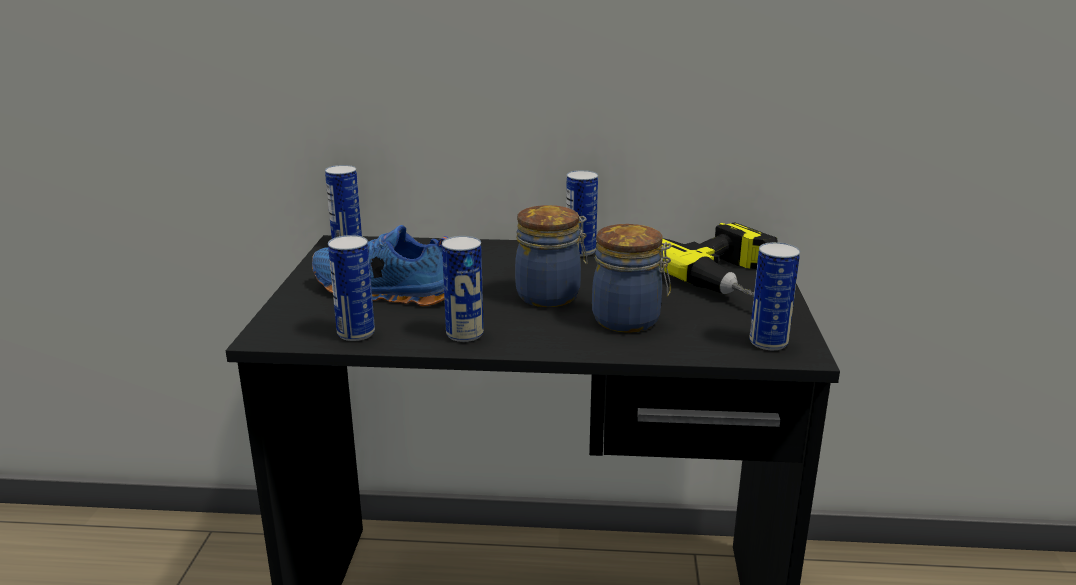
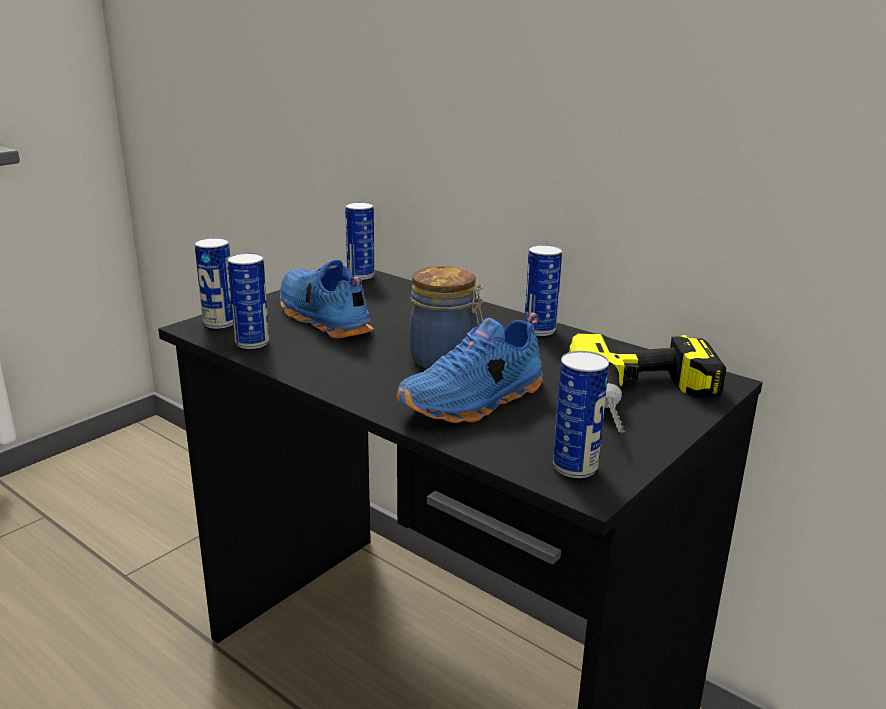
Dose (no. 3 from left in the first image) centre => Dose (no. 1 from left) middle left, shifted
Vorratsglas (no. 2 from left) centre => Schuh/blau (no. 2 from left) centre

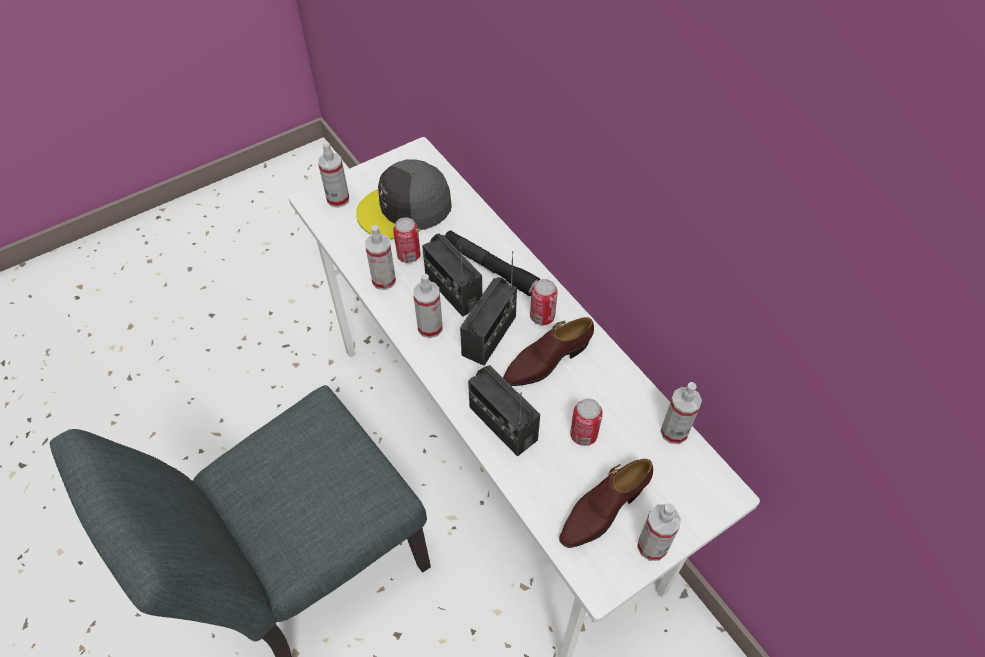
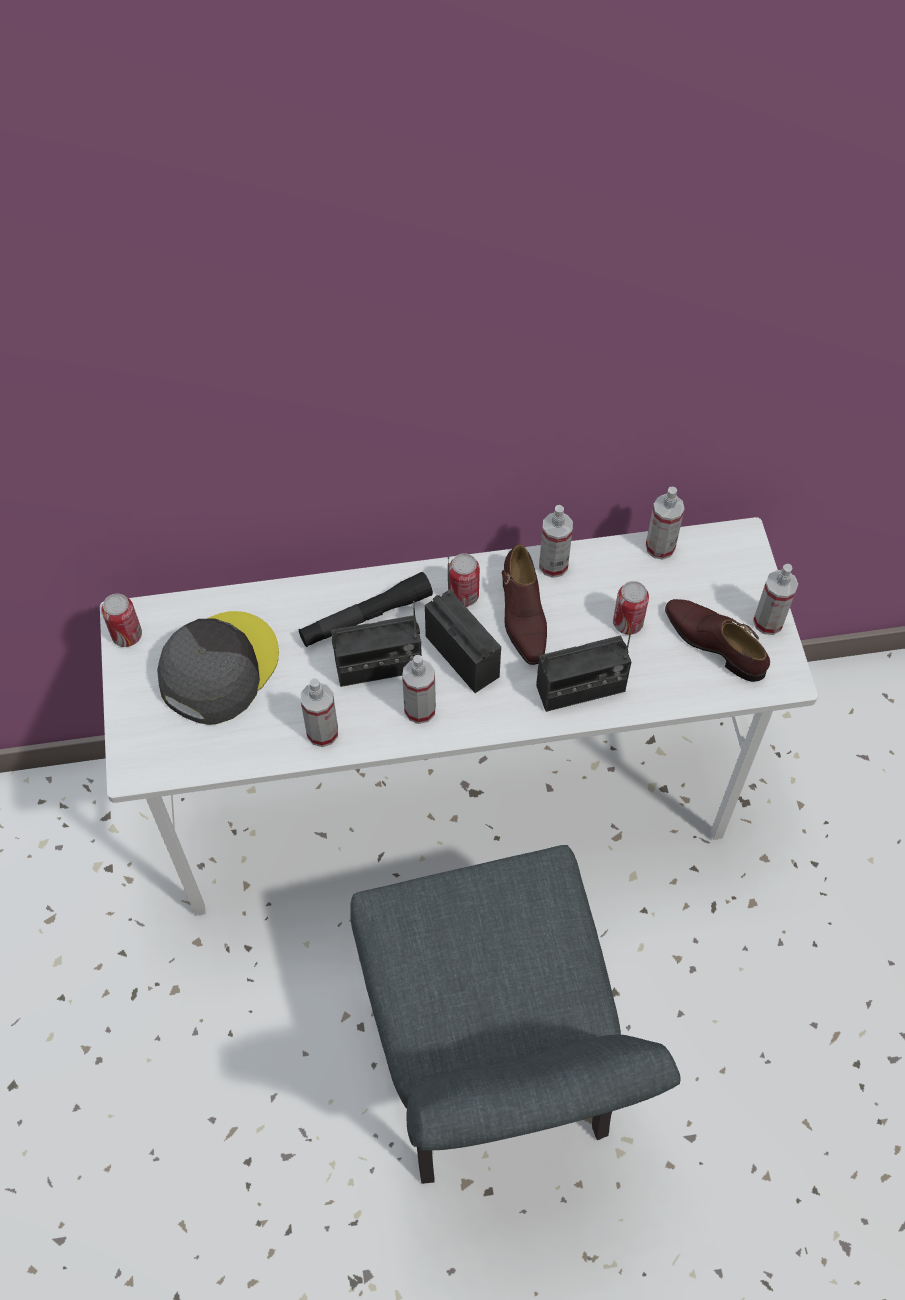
Sprühflasche (no. 1 from left in the first image) top centre => Sprühflasche (no. 3 from left) centre, shifted
Dose (no. 1 from left) centre => Dose (no. 1 from left) middle left, shifted
Kappe/grau top centre => Kappe/grau middle left, 150 degrees counterclockwise
Schuh/braun (no. 2 from left) bottom centre => Schuh/braun (no. 2 from left) middle right, 150 degrees clockwise

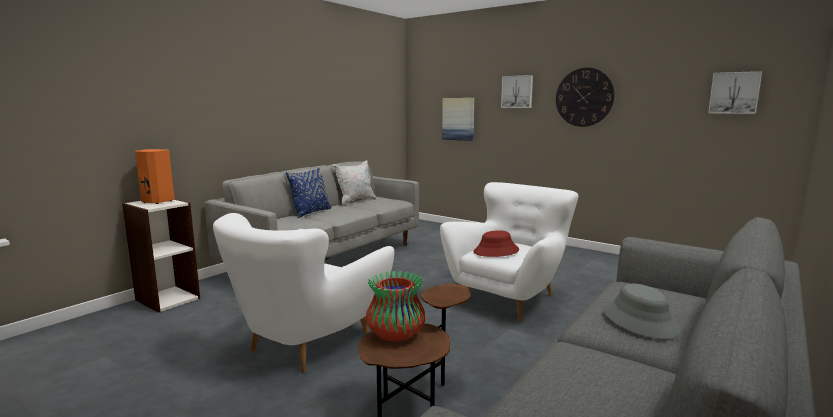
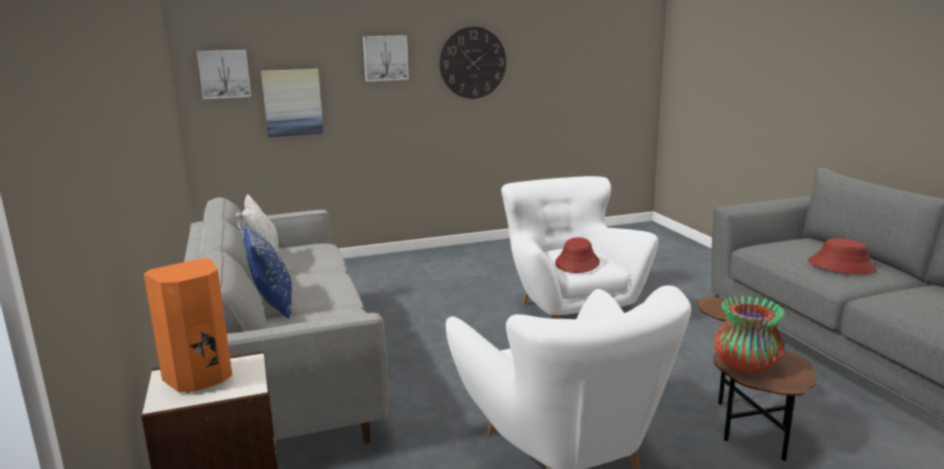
Bild (no. 3 from left in the first image) top right => Bild (no. 1 from left) top left, shifted
Hut/grau bottom right => Hut/rot (no. 2 from left) middle right

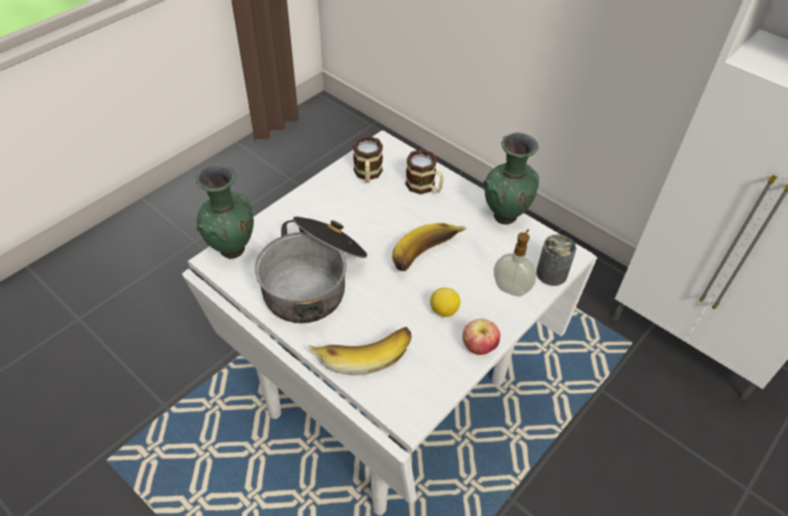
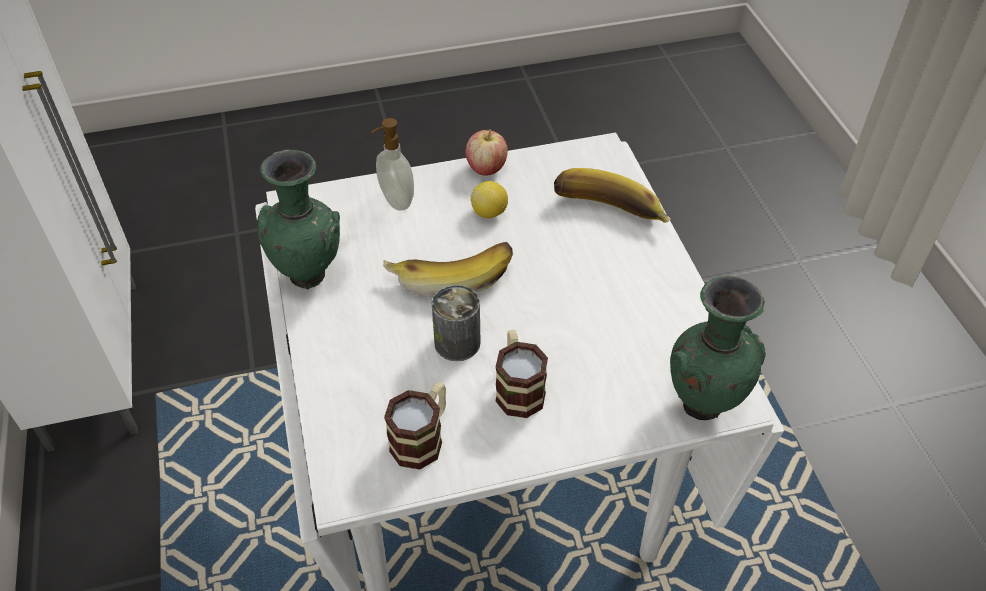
Kochtopf centre => nothing
Henkelbecher (no. 2 from left) top centre => Henkelbecher (no. 2 from left) centre, shifted
Dose middle right => Dose centre, shifted

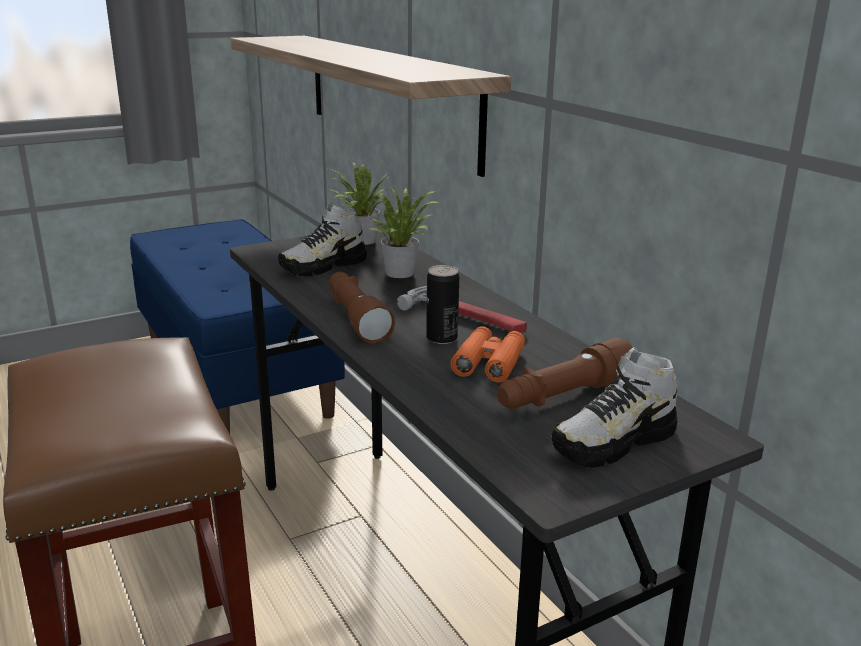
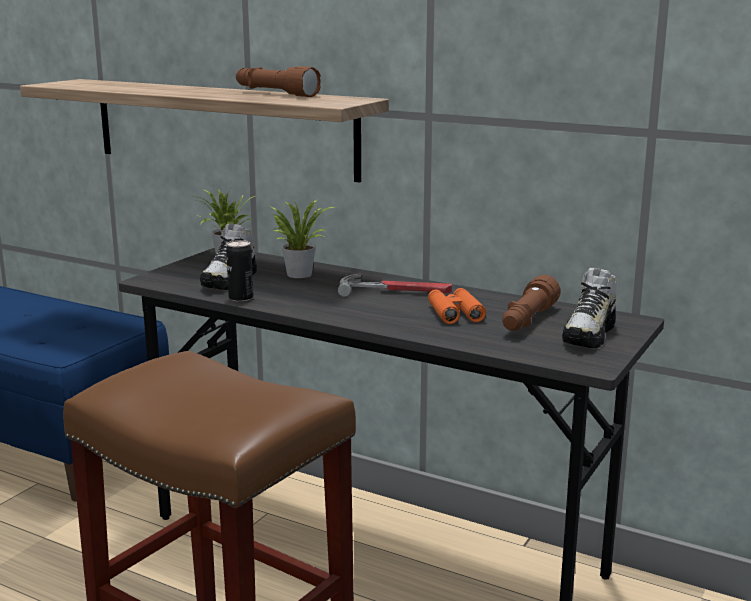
Taschenlampe/braun (no. 1 from left) centre => Taschenlampe/braun (no. 1 from left) top centre, shifted
Dose centre => Dose middle left, shifted

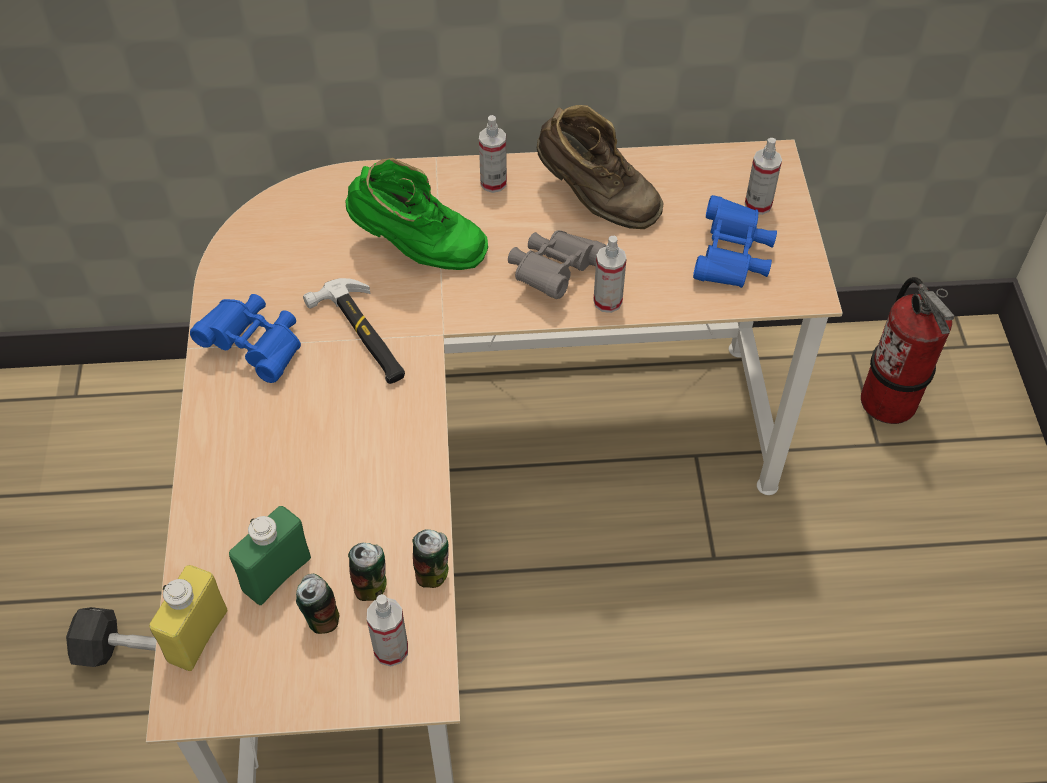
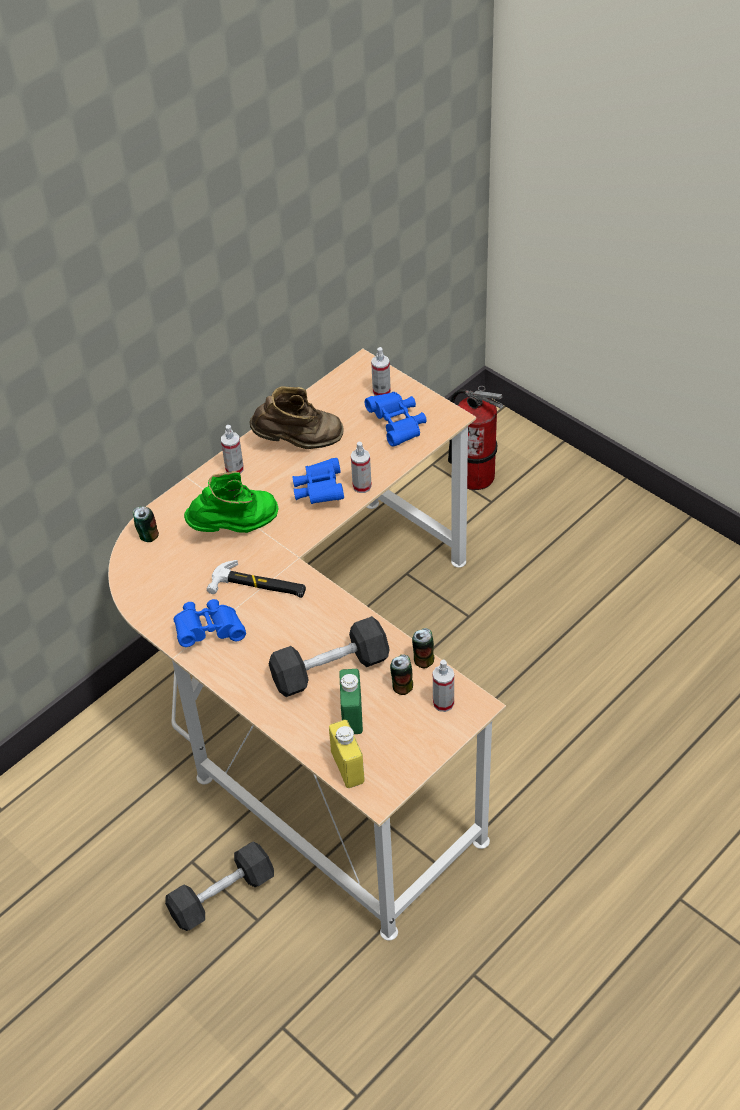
nothing => Hantel/schwarz (no. 2 from left) centre
Dose (no. 1 from left) bottom left => Dose (no. 1 from left) middle left, shifted
Fernglas/grau centre => Fernglas/blau (no. 2 from left) centre

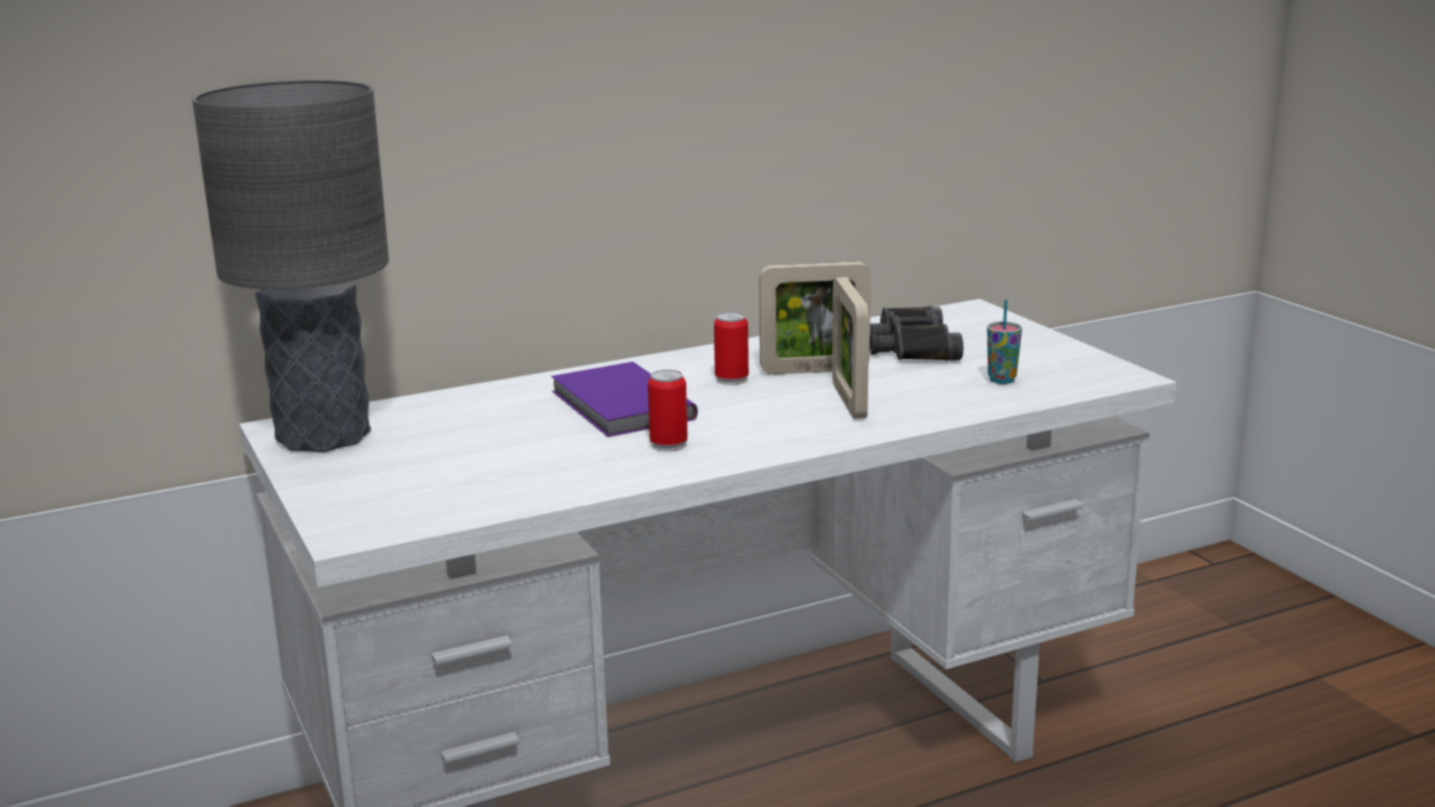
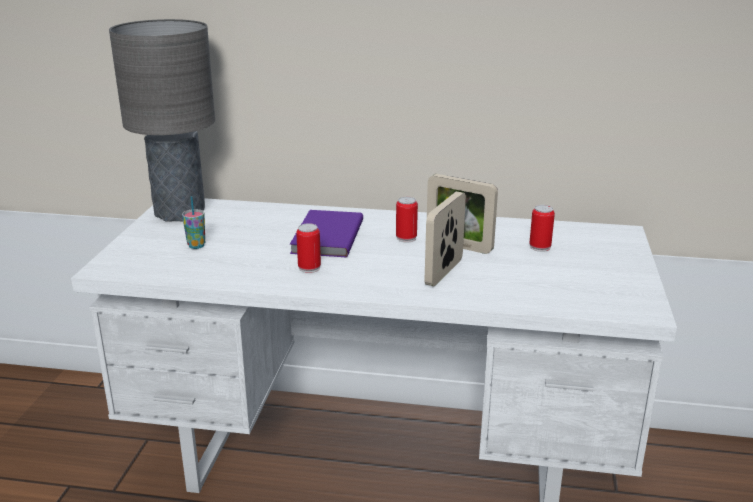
Tasse middle right => Tasse middle left, shifted
Fernglas/schwarz centre => Dose (no. 3 from left) middle right

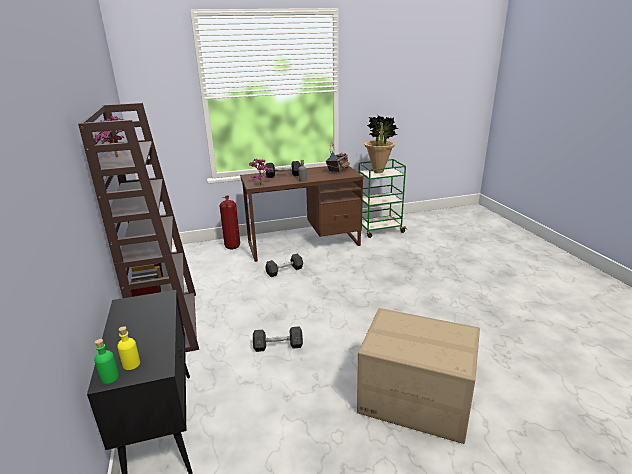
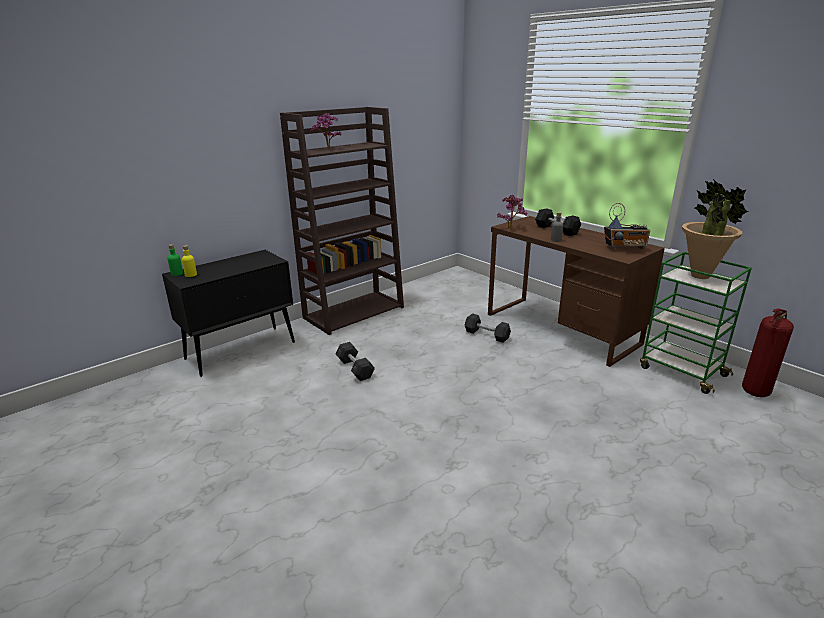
Karton bottom centre => nothing
Feuerlöscher centre => Feuerlöscher middle right, shifted

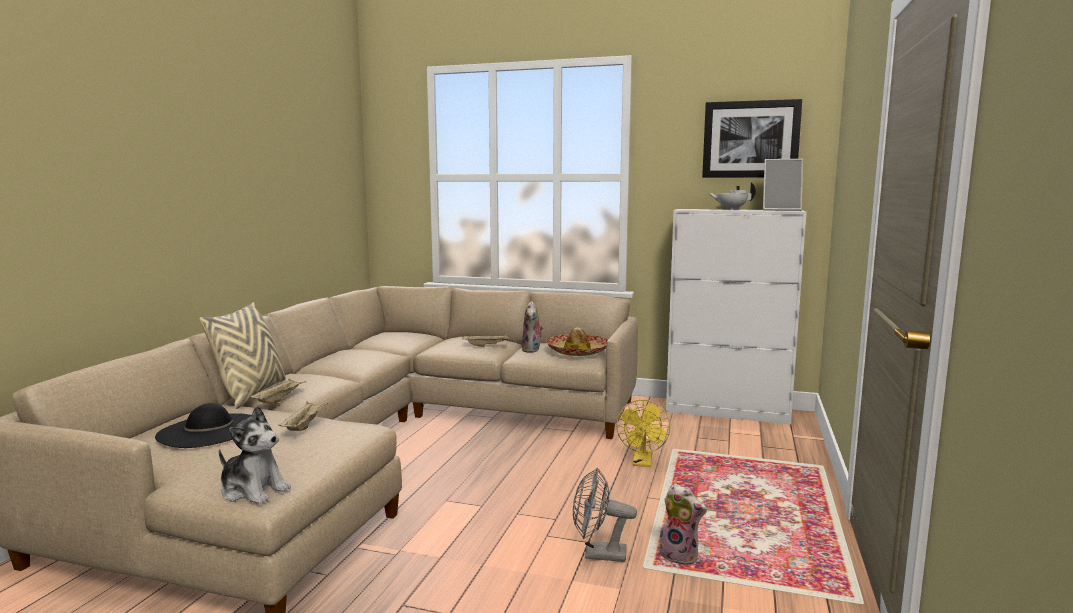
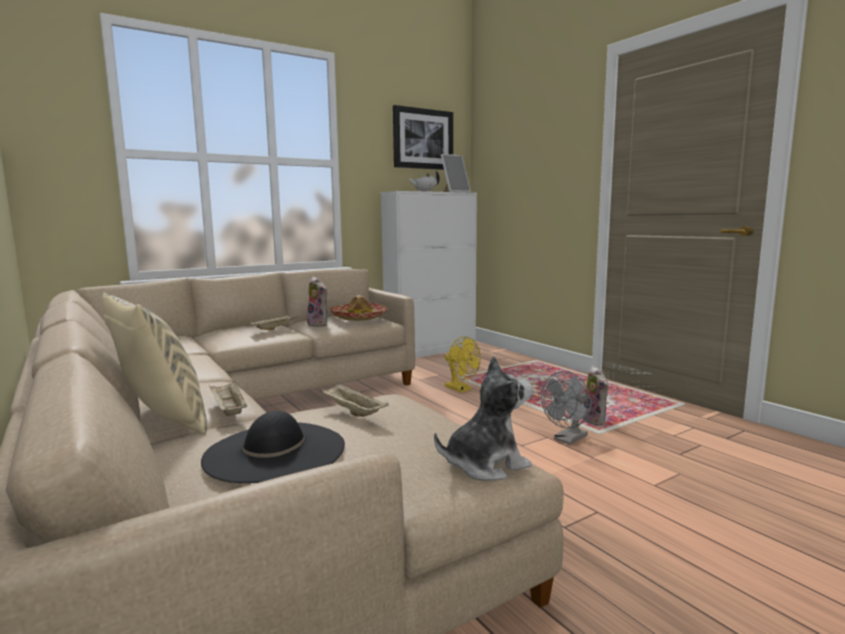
Plüschtier (no. 3 from left) bottom centre => Plüschtier (no. 3 from left) middle right, 90 degrees clockwise

